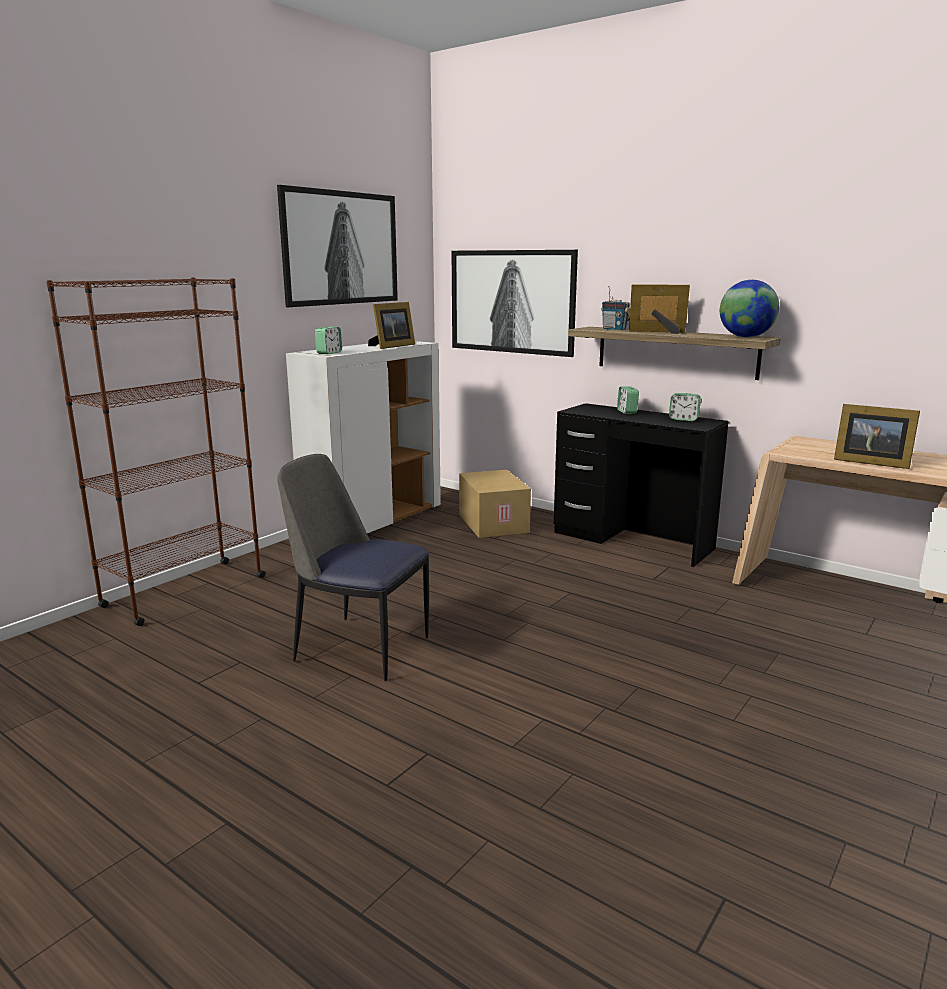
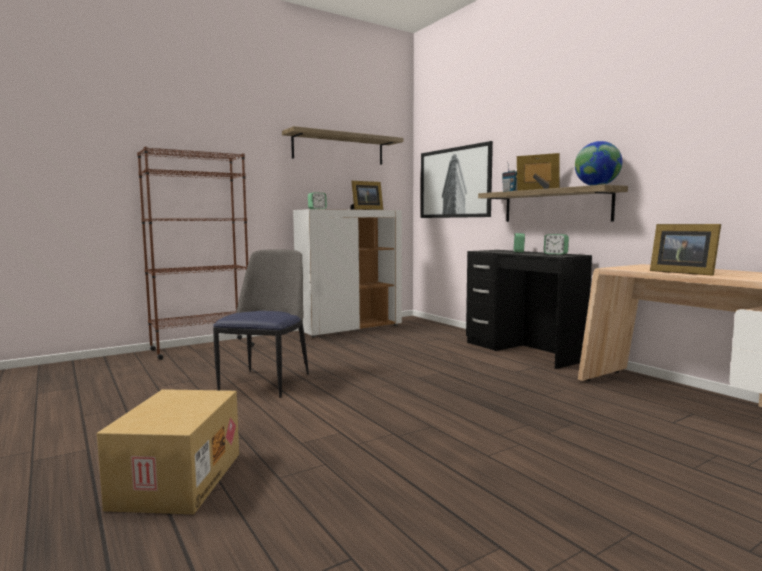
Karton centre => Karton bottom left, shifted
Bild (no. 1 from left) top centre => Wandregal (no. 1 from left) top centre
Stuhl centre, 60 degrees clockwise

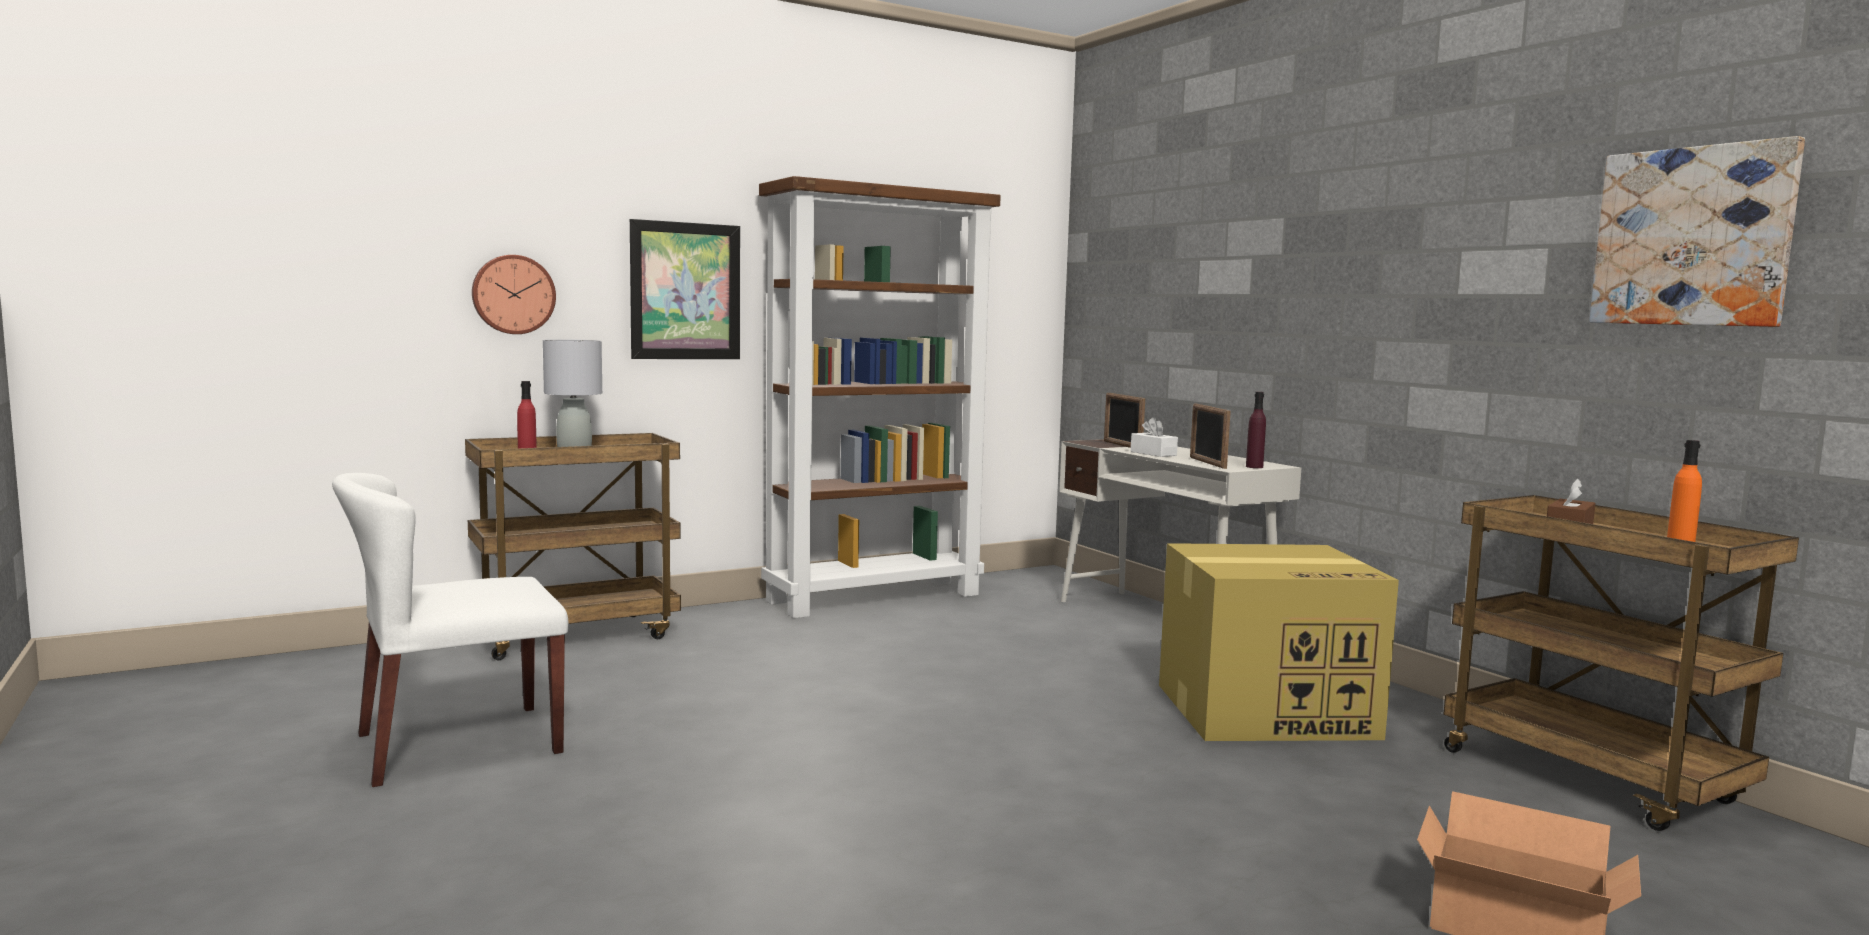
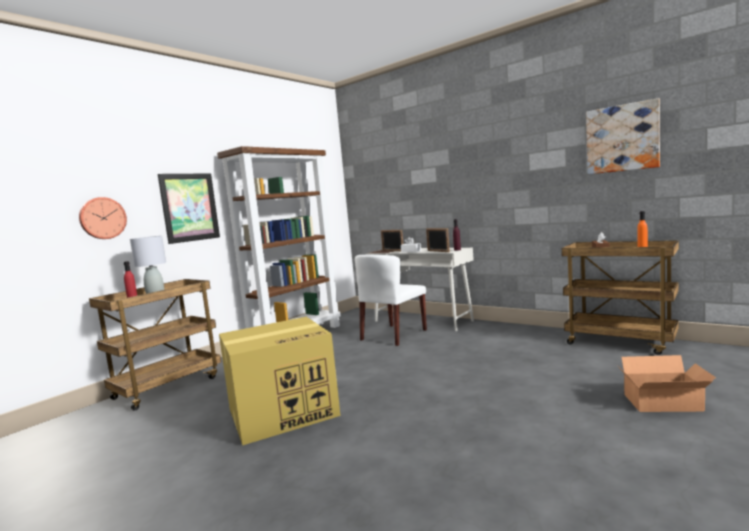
Stuhl/weiß bottom left => Stuhl/weiß centre, shifted
Karton (no. 1 from left) bottom right => Karton (no. 1 from left) bottom centre, shifted

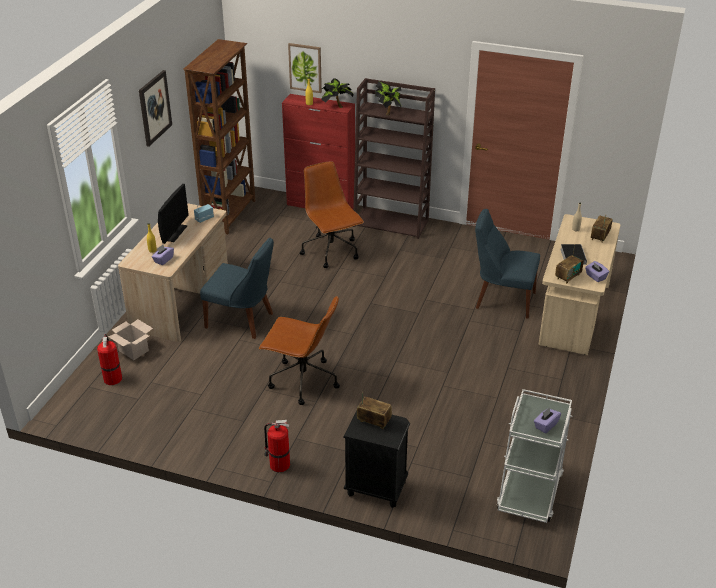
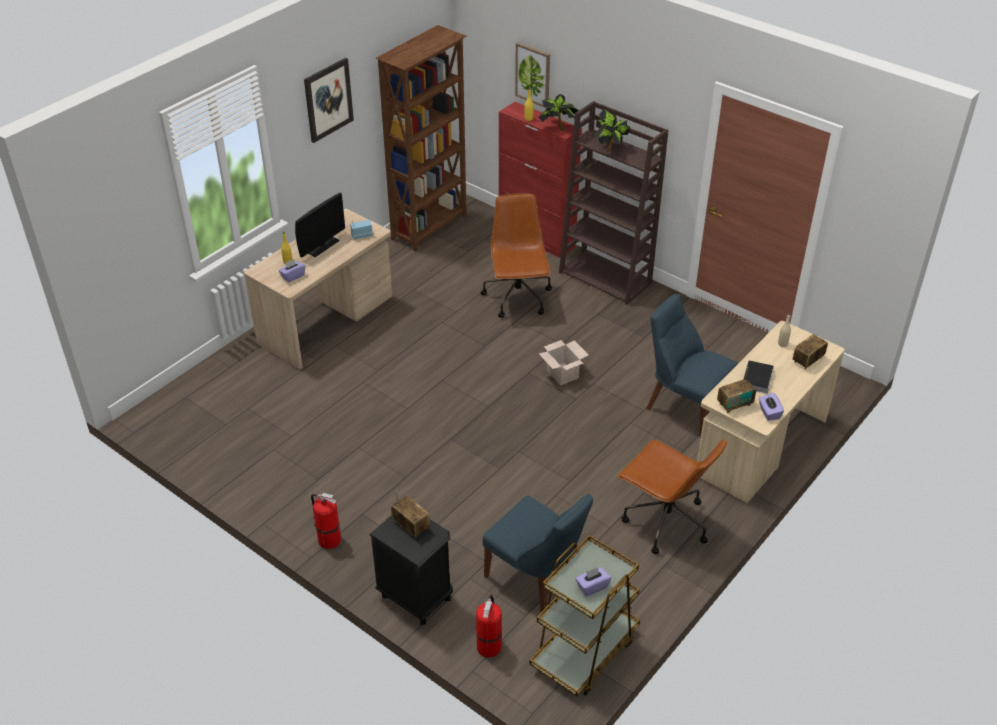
Feuerlöscher (no. 1 from left in the first image) middle left => Feuerlöscher (no. 2 from left) bottom centre, shifted
Karton middle left => Karton centre, shifted
Stuhl/blau (no. 1 from left) middle left => Stuhl/blau (no. 1 from left) bottom centre, shifted
Bürostuhl/braun (no. 1 from left in the first image) centre => Bürostuhl/braun (no. 2 from left) bottom right, shifted
Rollwagen/weiß bottom right => Rollwagen/braun bottom centre

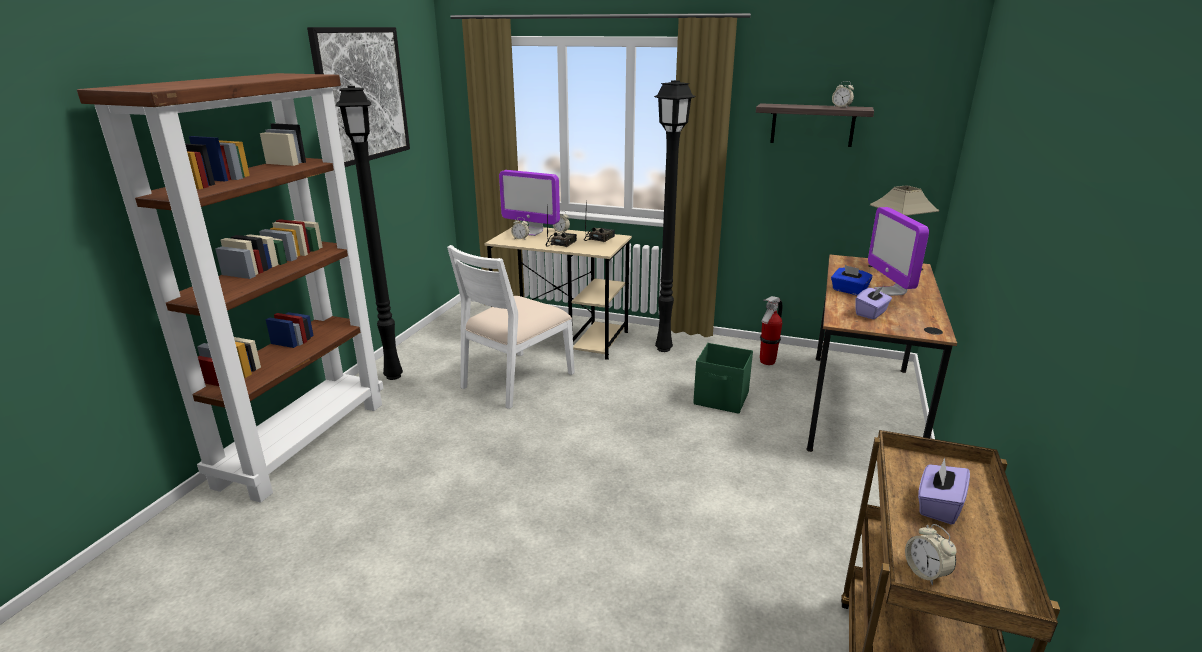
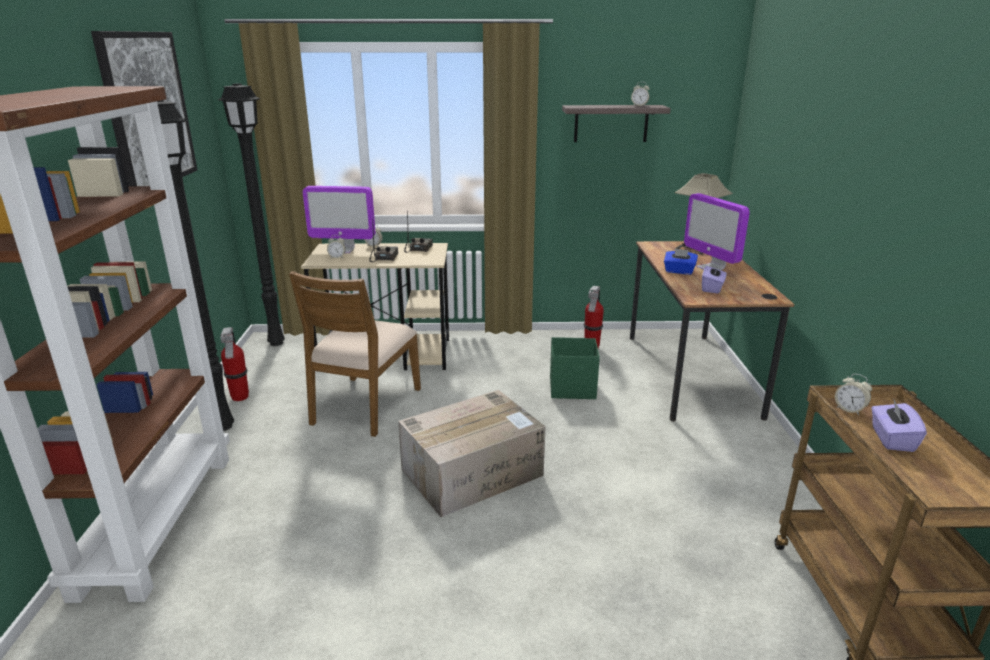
nothing => Feuerlöscher (no. 1 from left) middle left
nothing => Karton bottom centre
Stehlampe/schwarz (no. 2 from left) top centre => Stehlampe/schwarz (no. 2 from left) top left, shifted
Wecker (no. 4 from left) bottom right => Wecker (no. 4 from left) middle right, shifted
Stuhl/weiß centre => Stuhl/braun centre

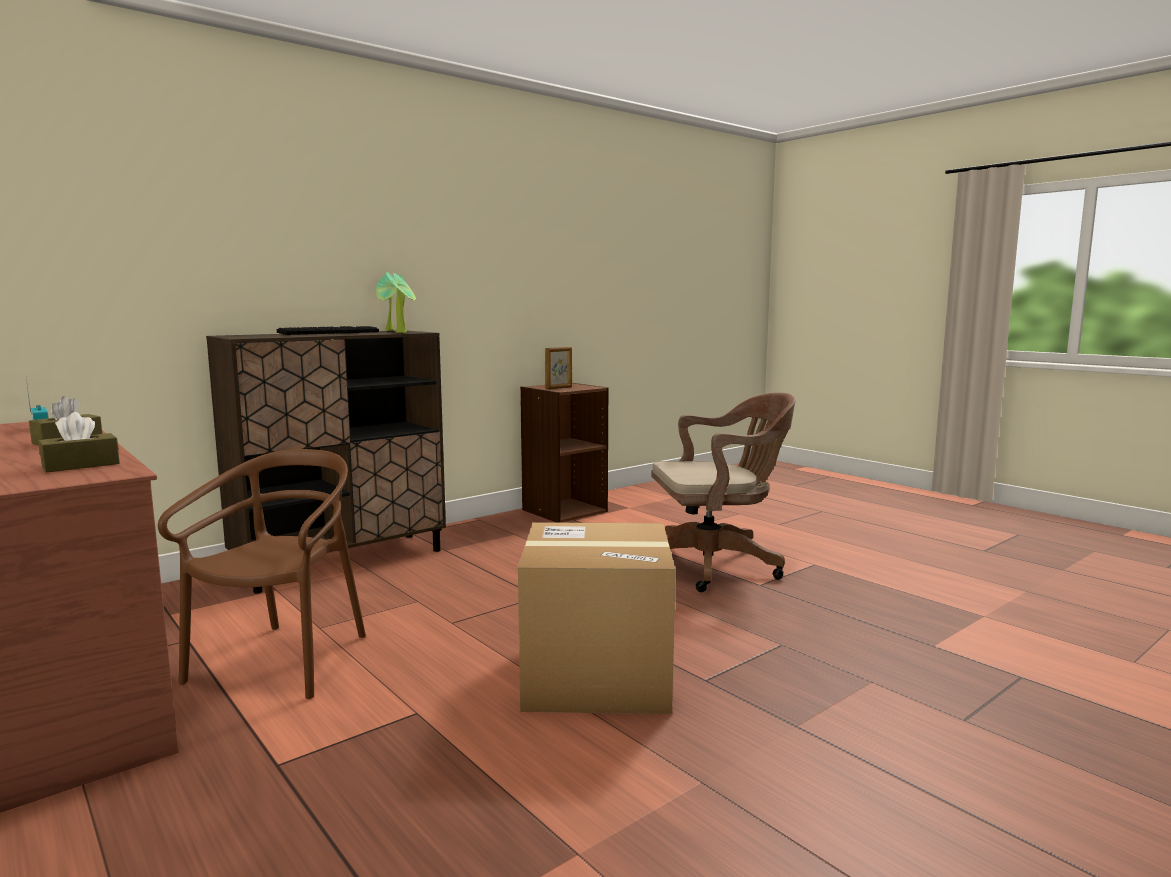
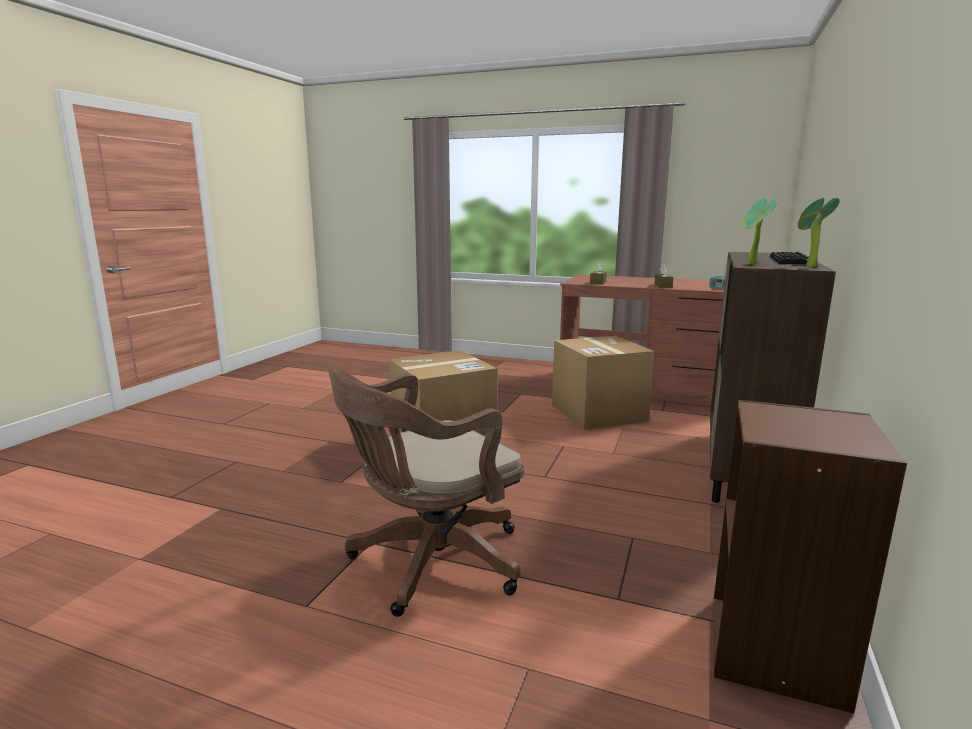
Bilderrahmen centre => nothing
Stuhl/braun middle left => Karton (no. 2 from left) centre

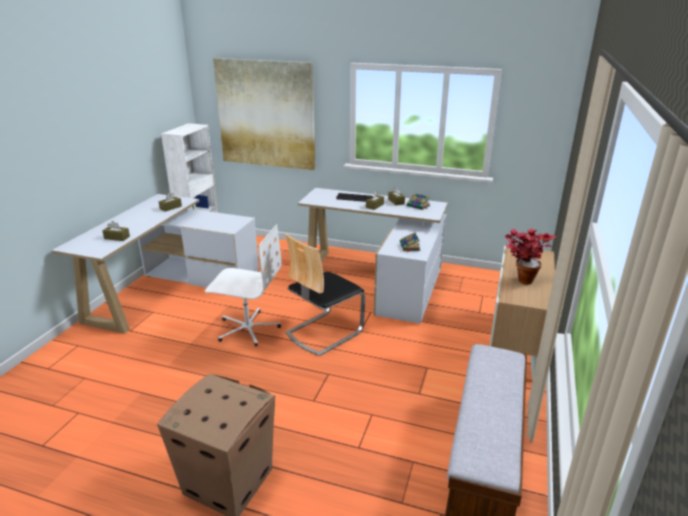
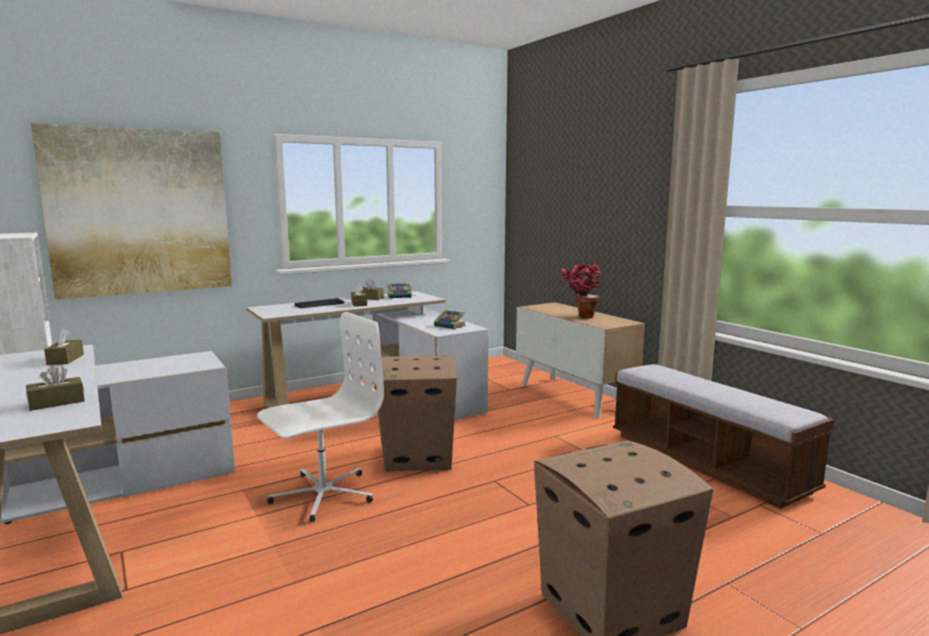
Stuhl centre => Karton (no. 1 from left) centre

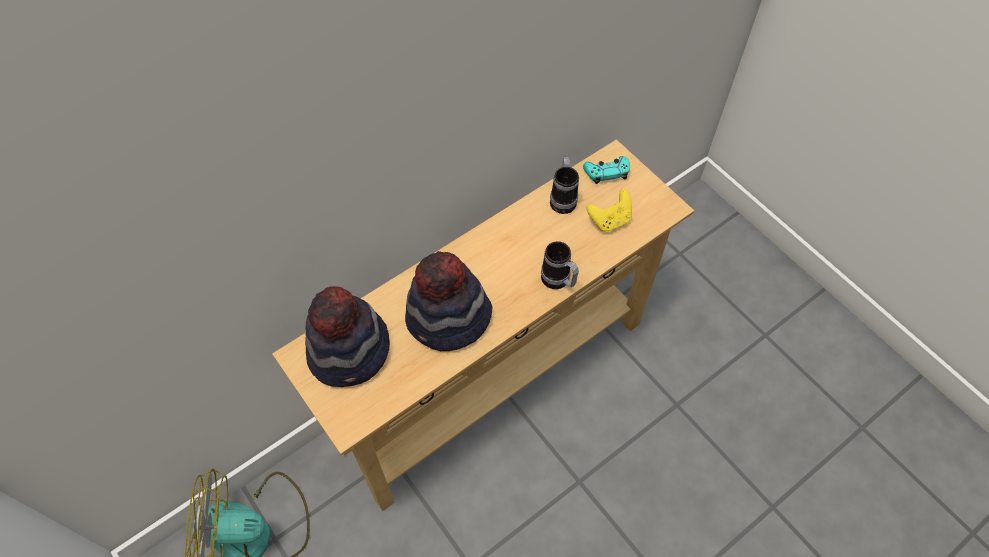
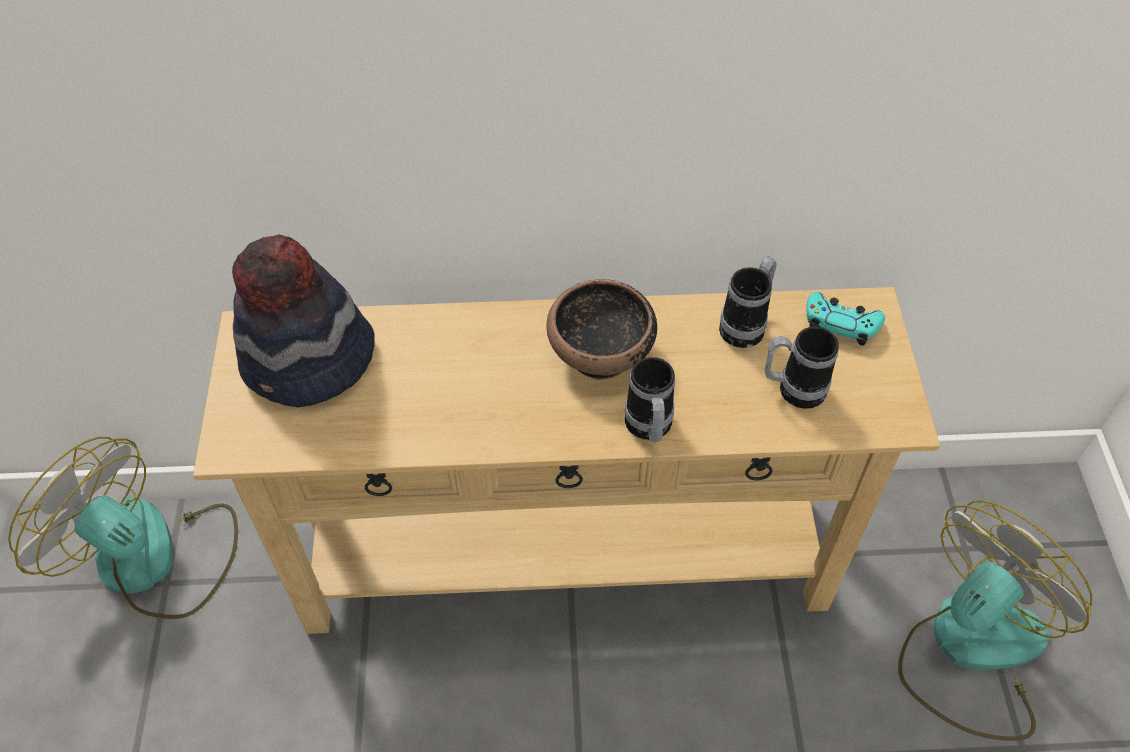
Hut (no. 2 from left) centre => nothing
nothing => Schüssel centre
nothing => Ventilator (no. 2 from left) bottom right
Gamepad/gelb centre => Henkelbecher (no. 3 from left) middle right

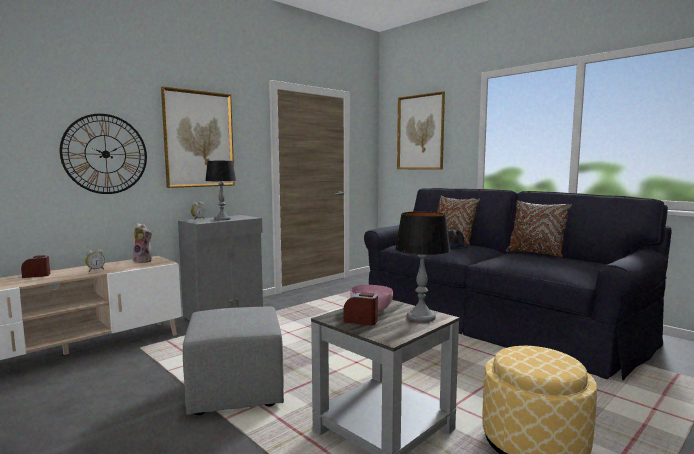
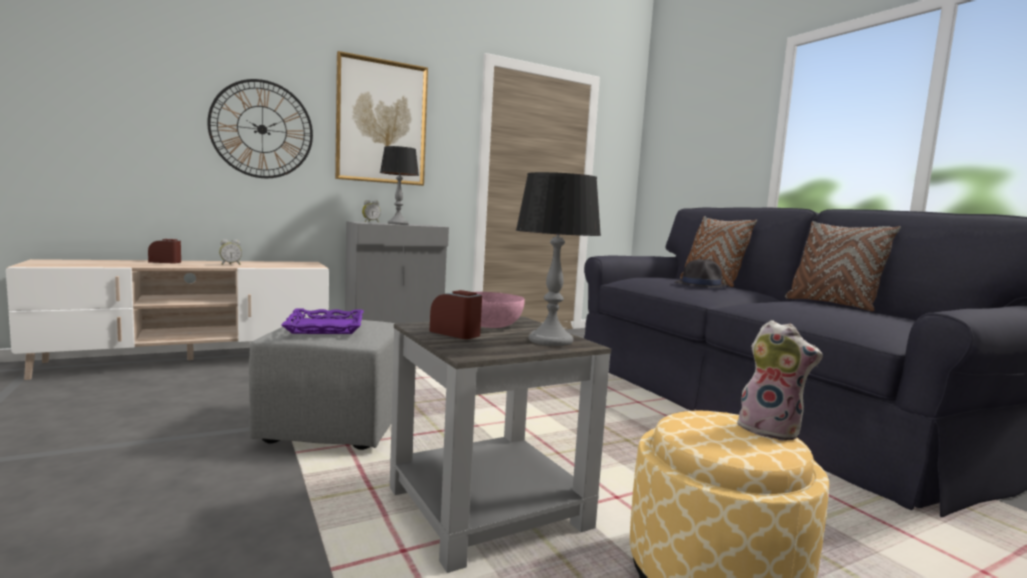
Bild (no. 2 from left) top centre => nothing
nothing => Tablett/lila middle left
Plüschtier middle left => Plüschtier middle right, shifted

